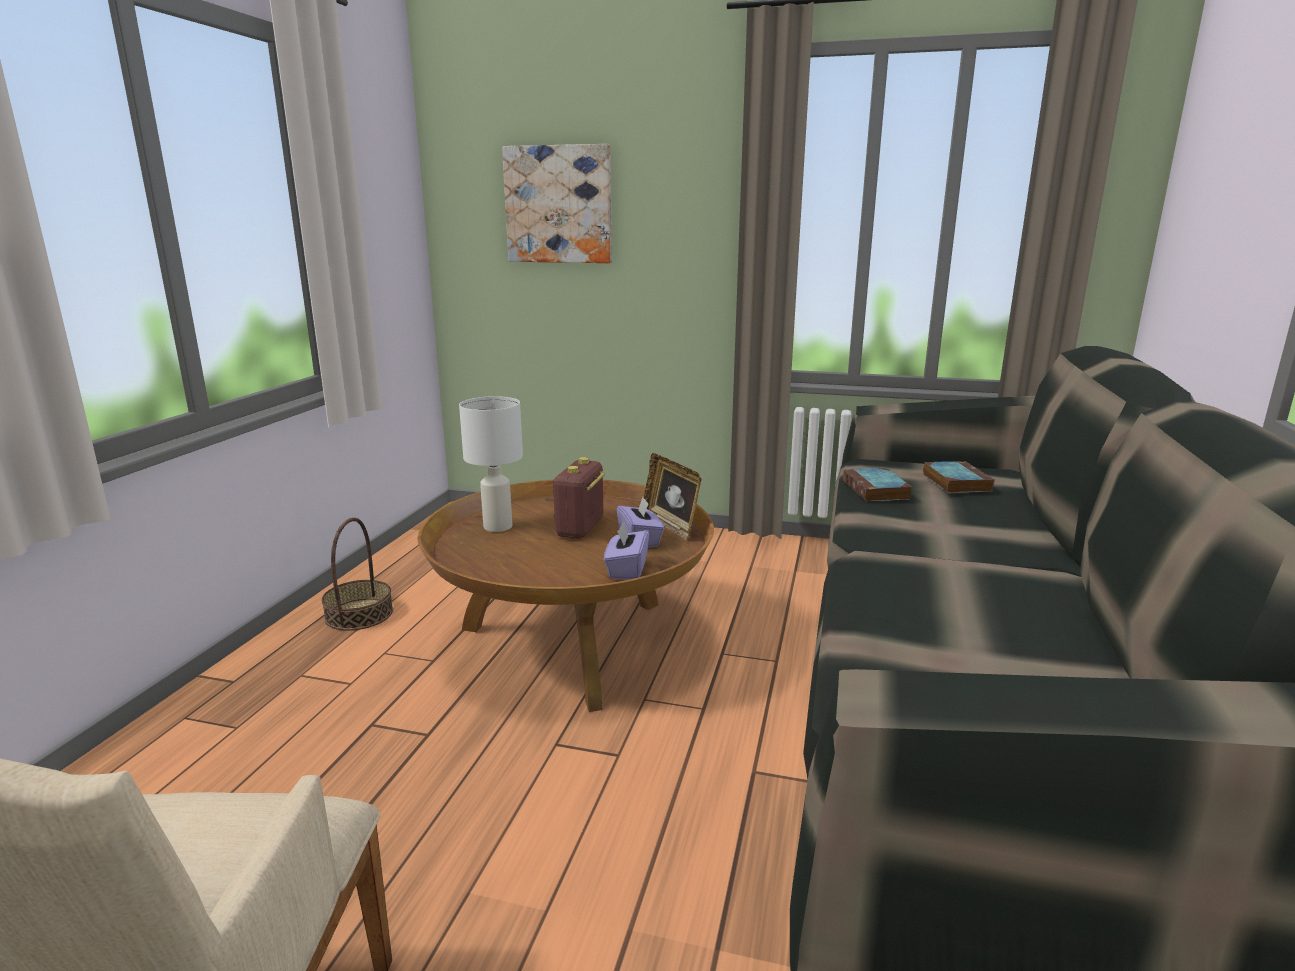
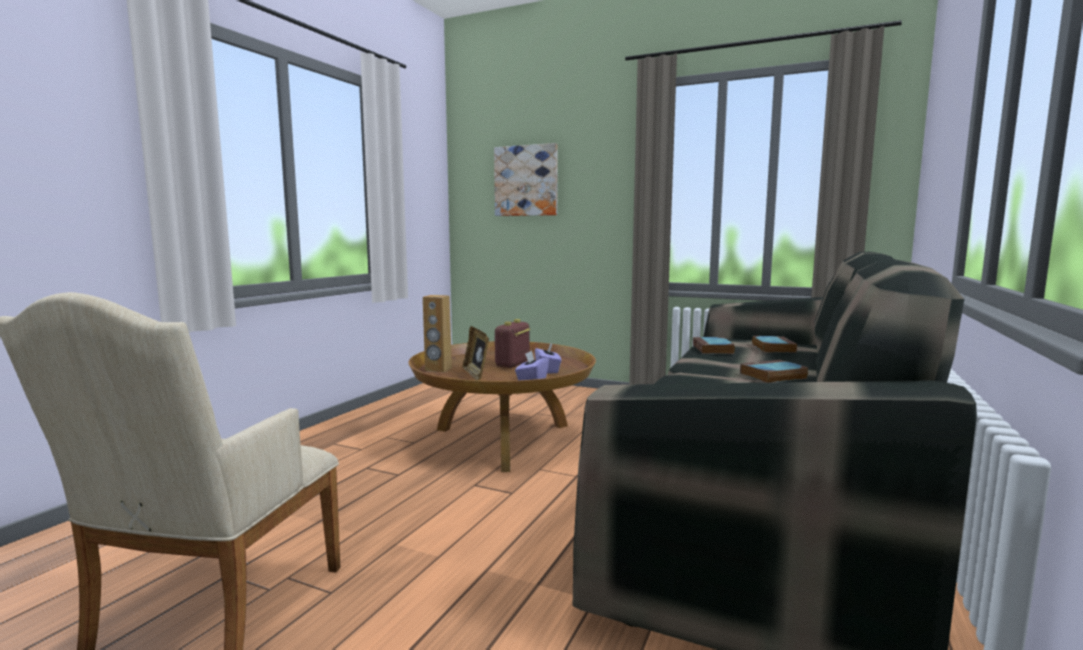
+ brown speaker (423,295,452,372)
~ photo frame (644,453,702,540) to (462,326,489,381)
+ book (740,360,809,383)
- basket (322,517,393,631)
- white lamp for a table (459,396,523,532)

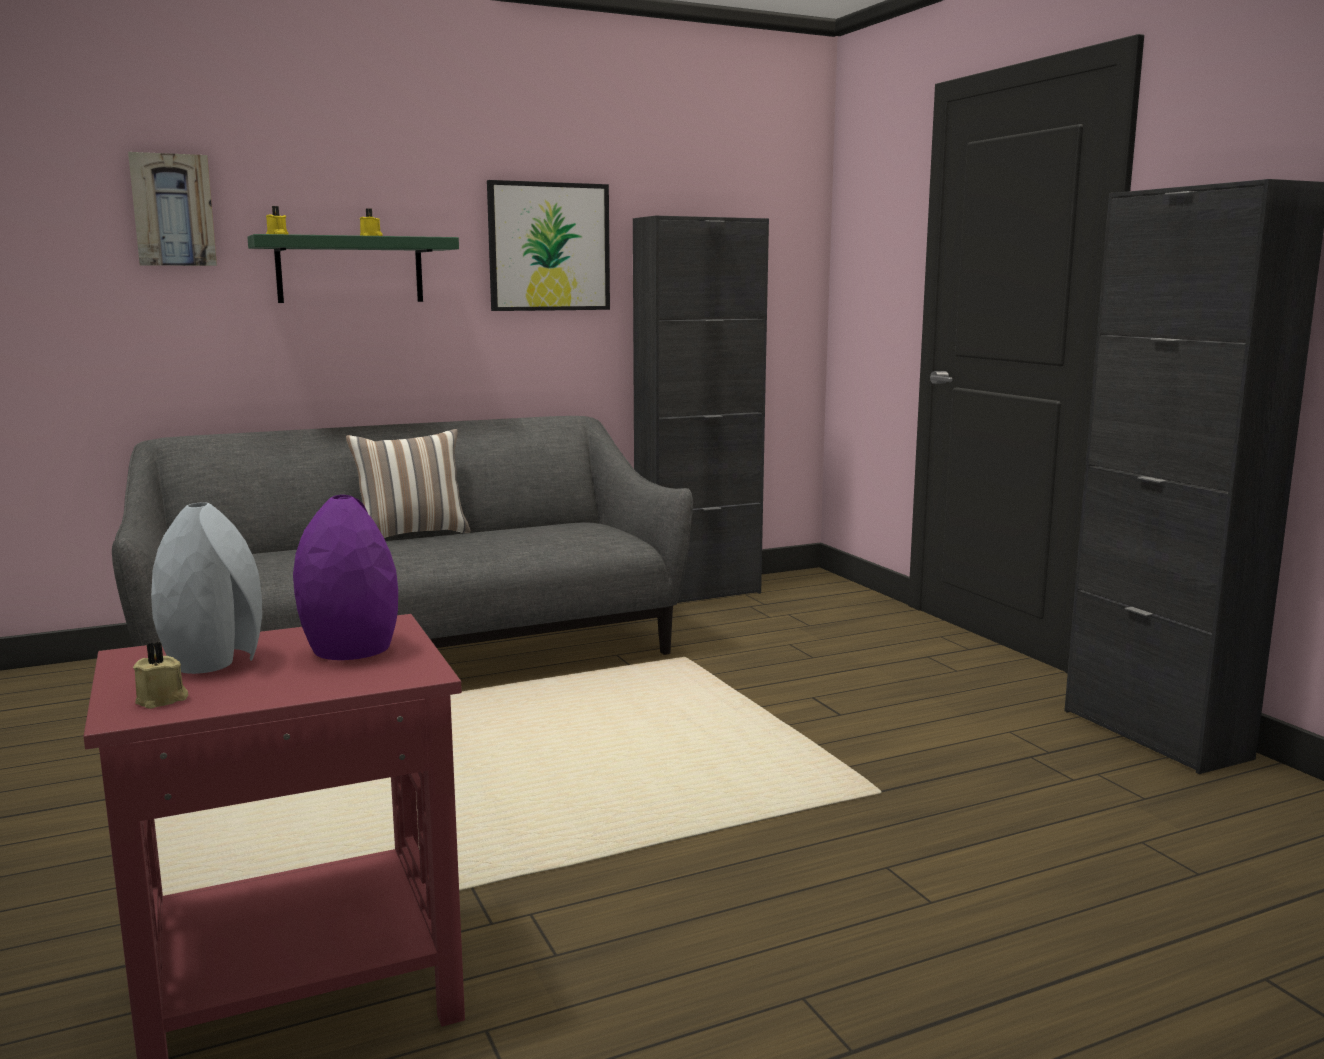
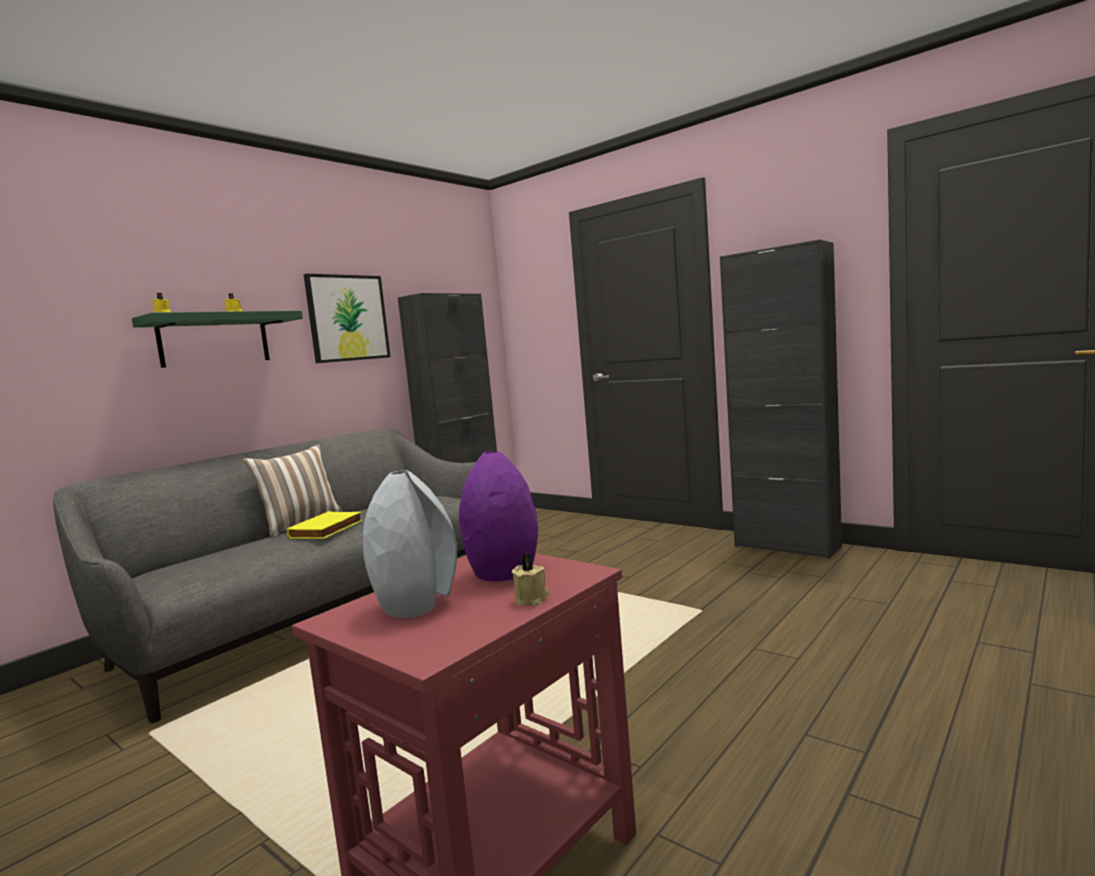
+ yellow book (287,511,363,539)
~ sand-coloured candle (133,642,188,709) to (512,553,550,605)
- picture (128,152,217,266)

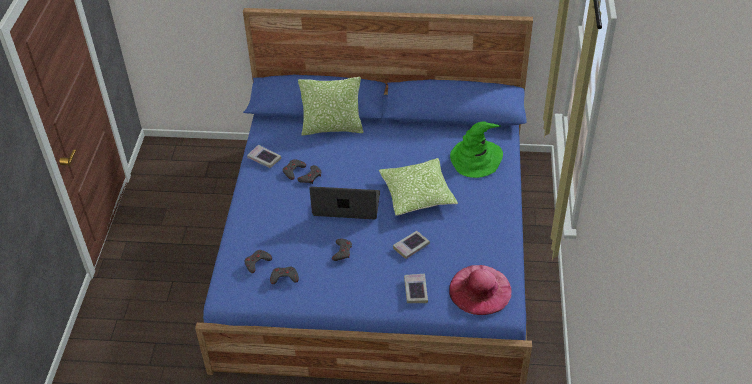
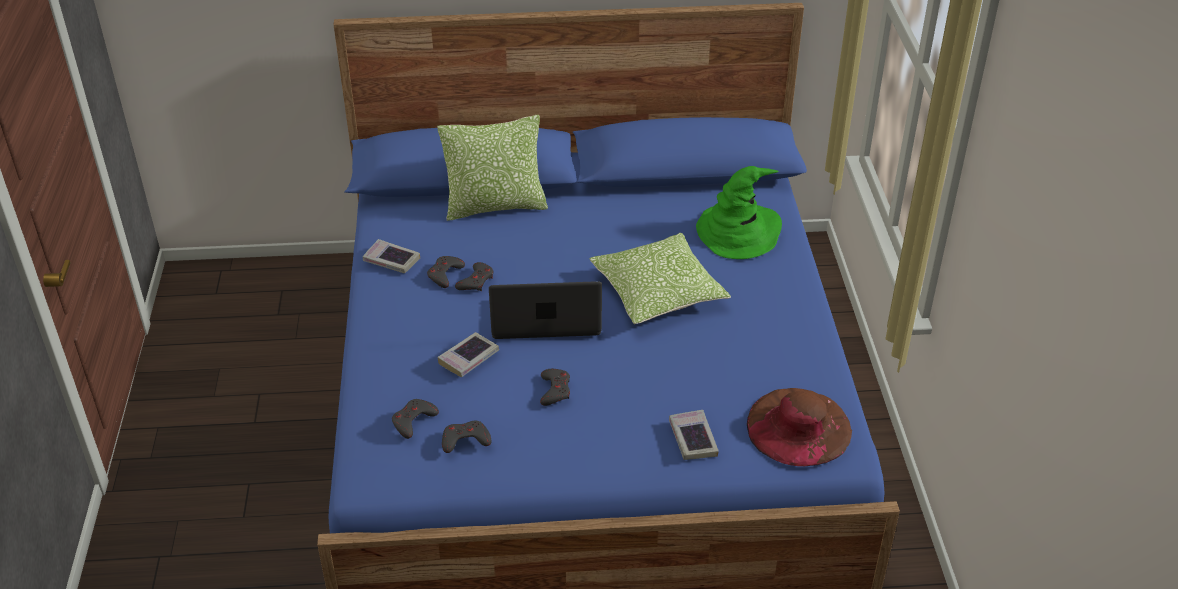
~ book (393,231,430,259) to (437,332,499,377)
~ pinkish clothing hat (449,265,512,315) to brown clothing hat (747,388,852,467)

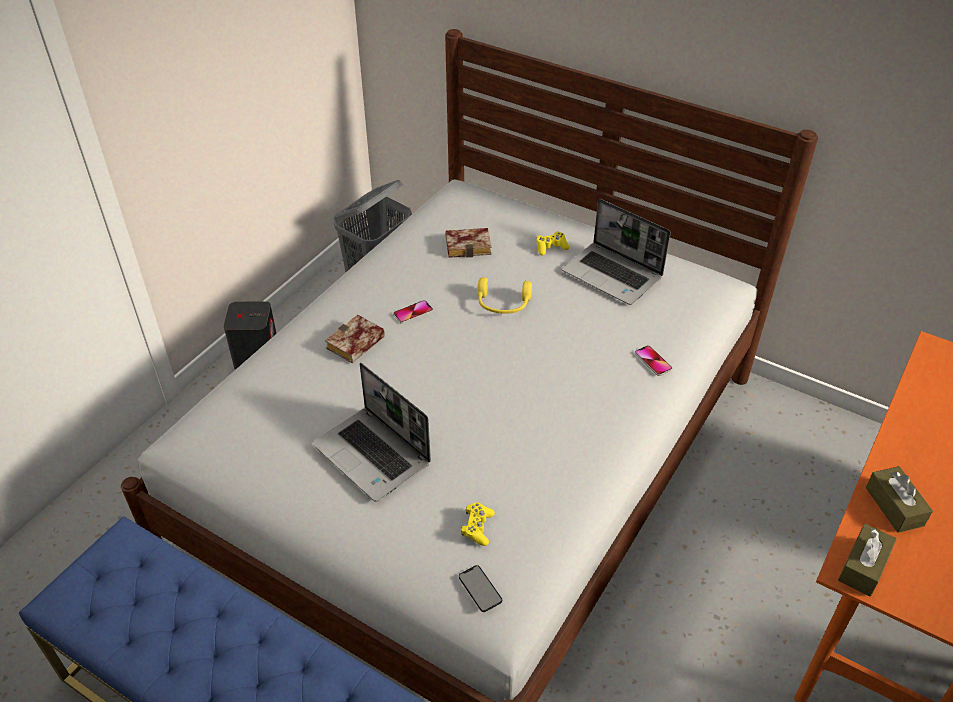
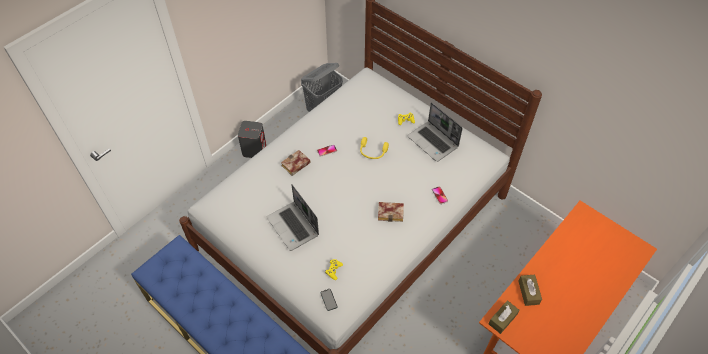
~ book (445,228,491,258) to (378,202,404,222)

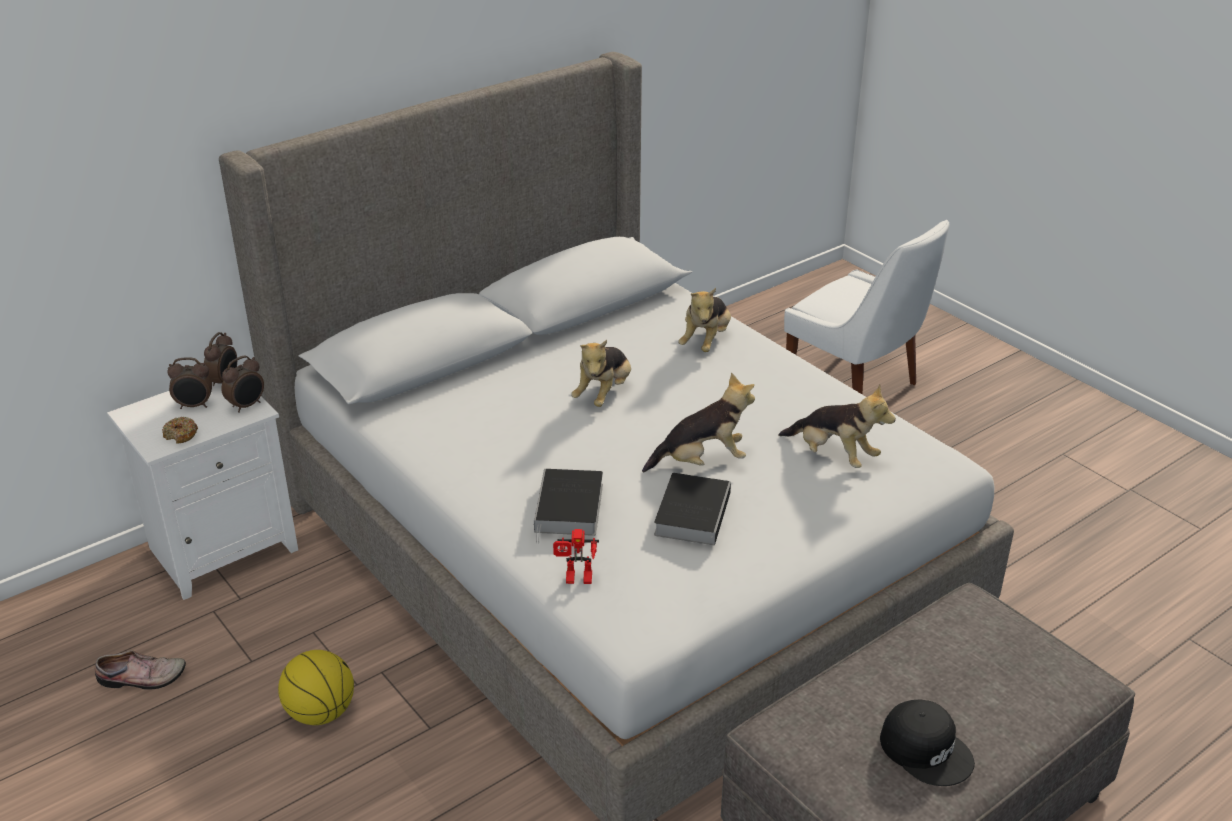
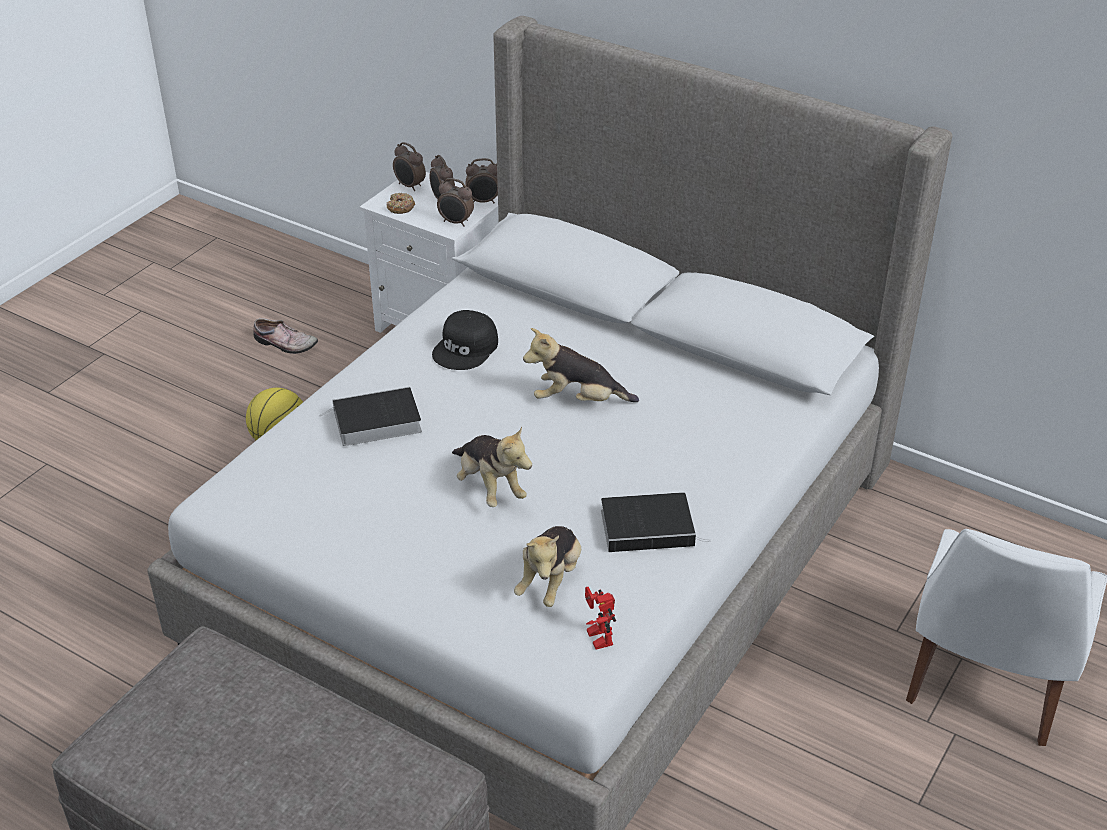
~ shoe (95,650,186,690) = (253,318,318,354) 45 degrees counterclockwise
+ table clock (393,142,426,191)
~ black-coloured cap (880,699,975,786) to (432,310,498,370)
~ model robot (553,529,599,584) to (585,587,616,650)
~ book (654,473,731,545) to (601,492,711,552)
- plush toy (678,288,731,352)

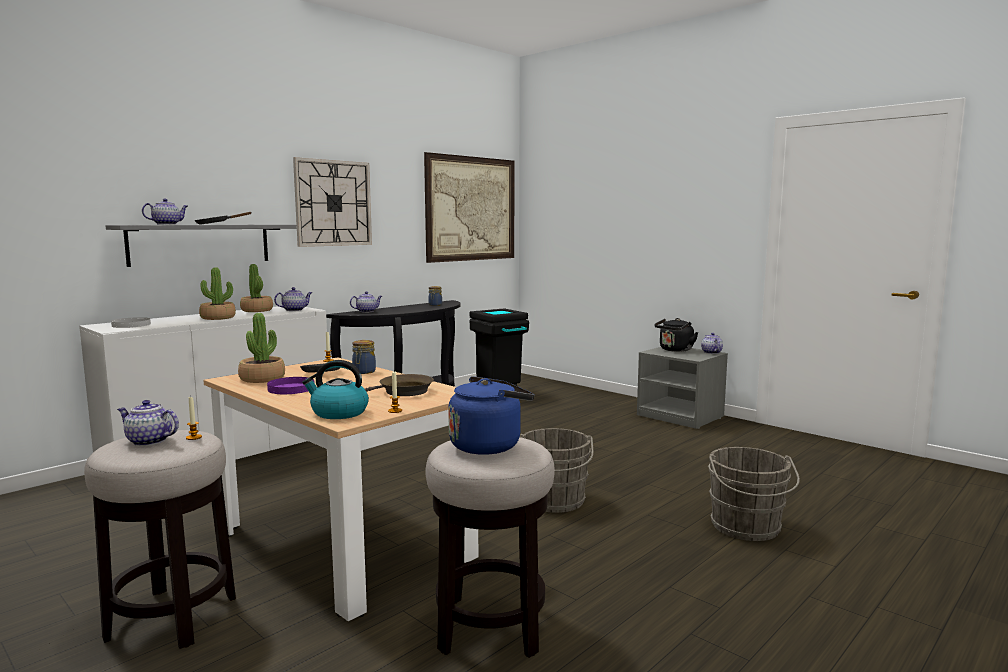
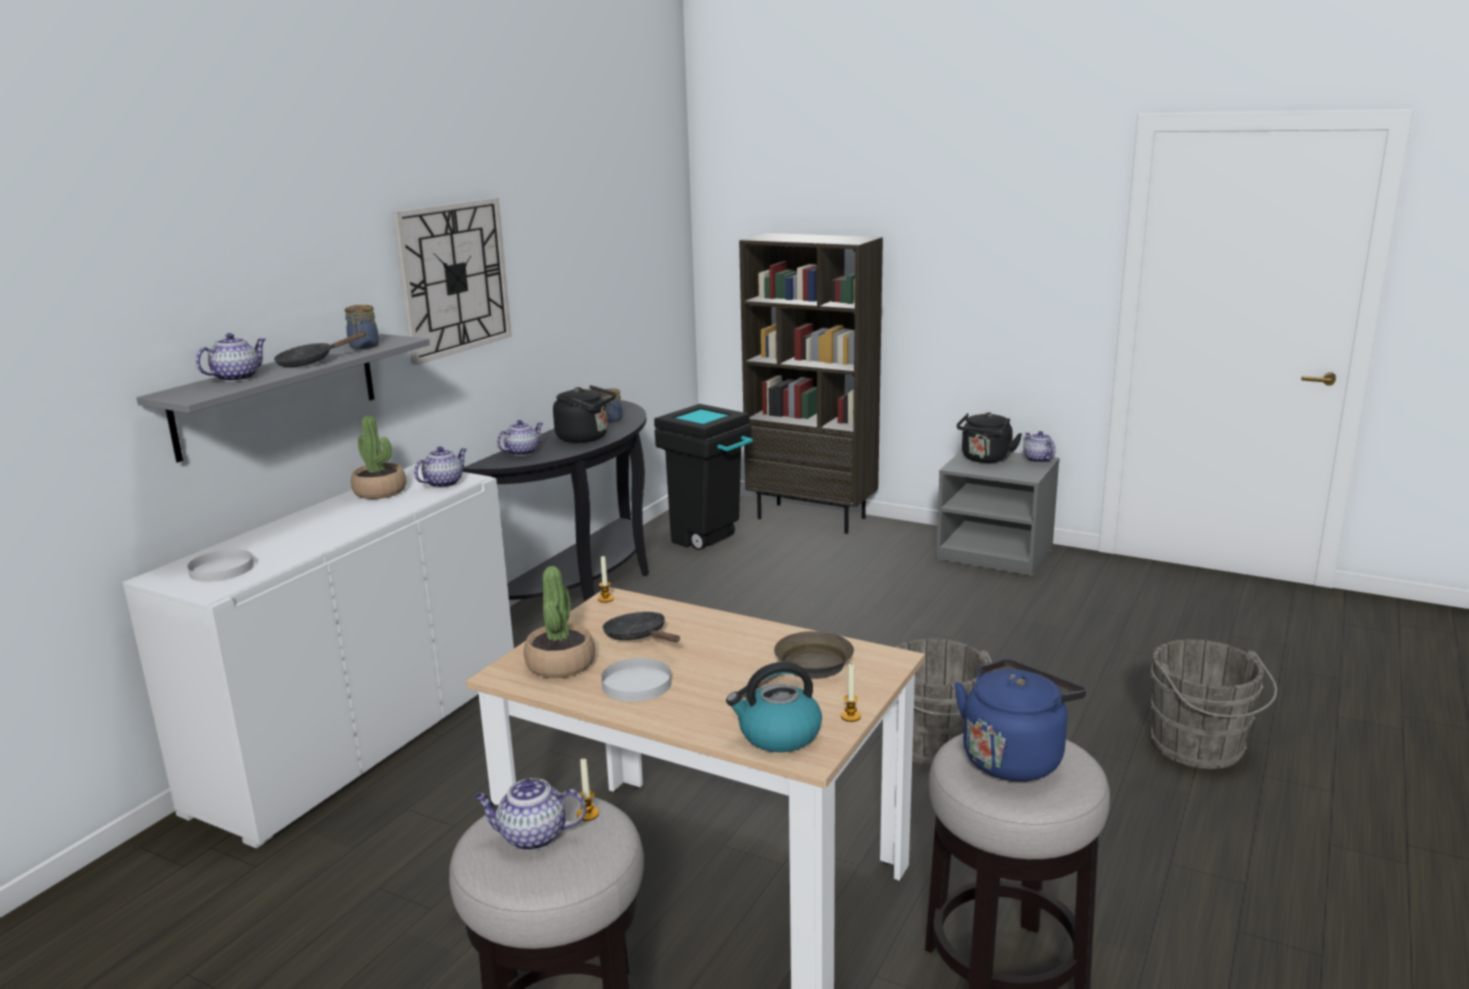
~ jar (352,340,376,374) to (345,305,379,349)
+ black-coloured kettle (553,385,616,443)
~ purple-coloured flat dish (267,377,314,394) to white flat dish (601,658,672,702)
+ brown bookshelf (739,233,883,534)
- potted plant (199,267,236,320)
- picture (424,152,515,263)

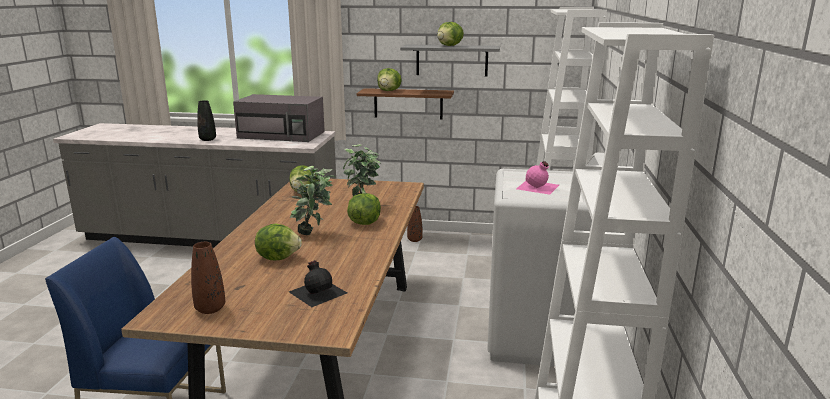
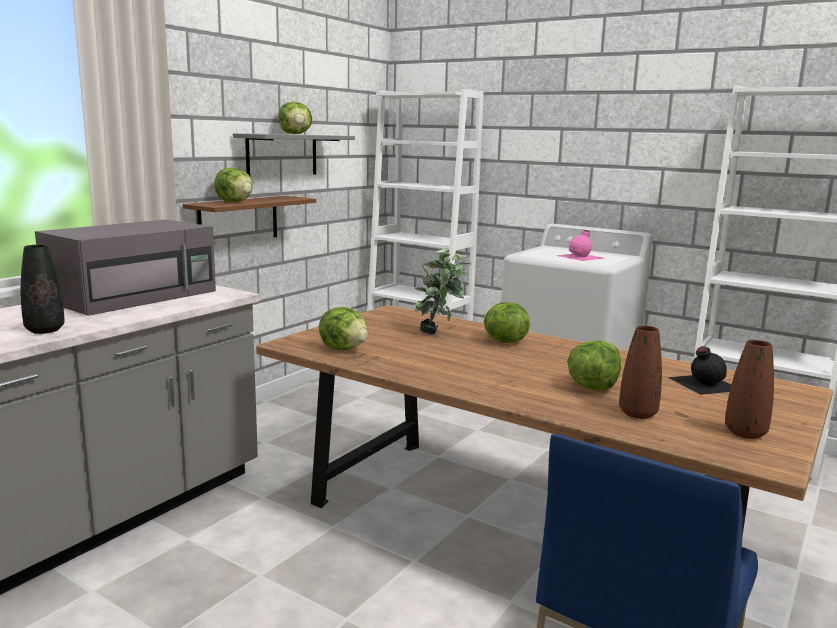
~ brown decorative vase (407,206,423,242) to (619,326,662,419)
- potted plant (290,166,335,235)

